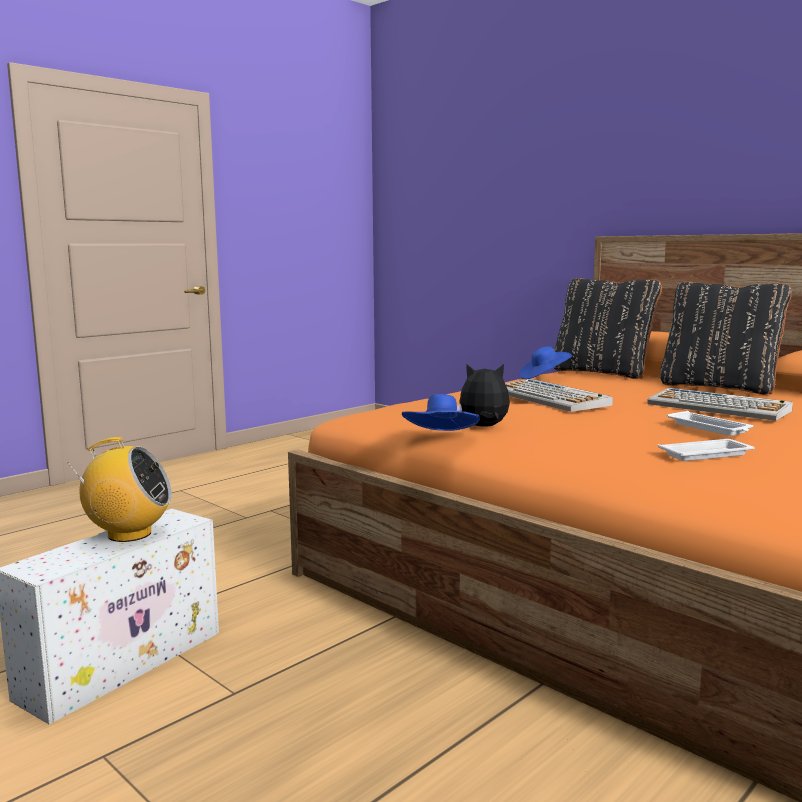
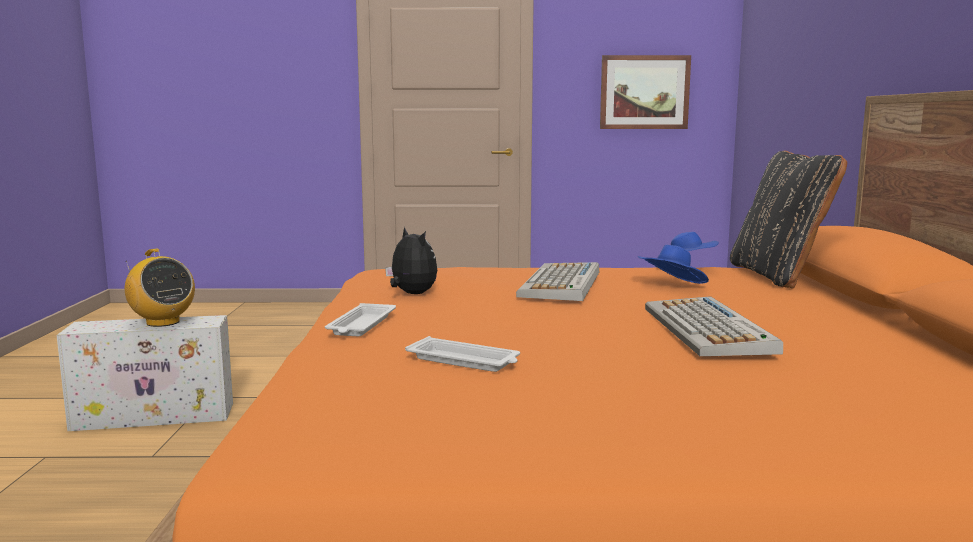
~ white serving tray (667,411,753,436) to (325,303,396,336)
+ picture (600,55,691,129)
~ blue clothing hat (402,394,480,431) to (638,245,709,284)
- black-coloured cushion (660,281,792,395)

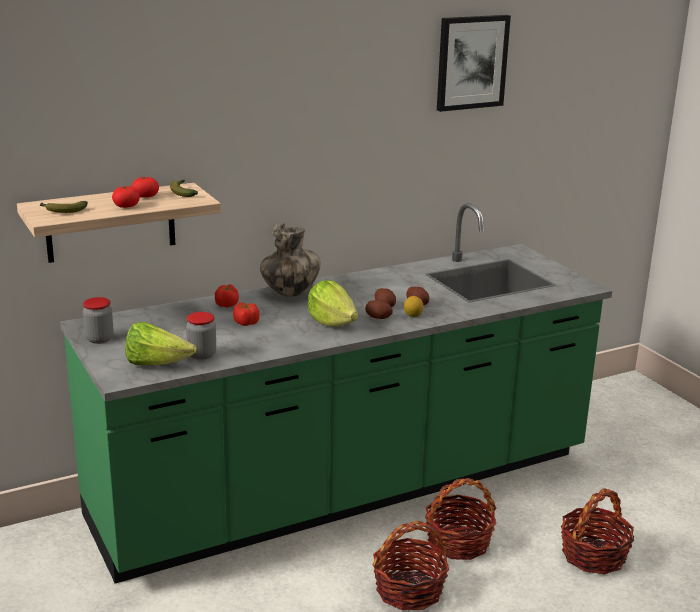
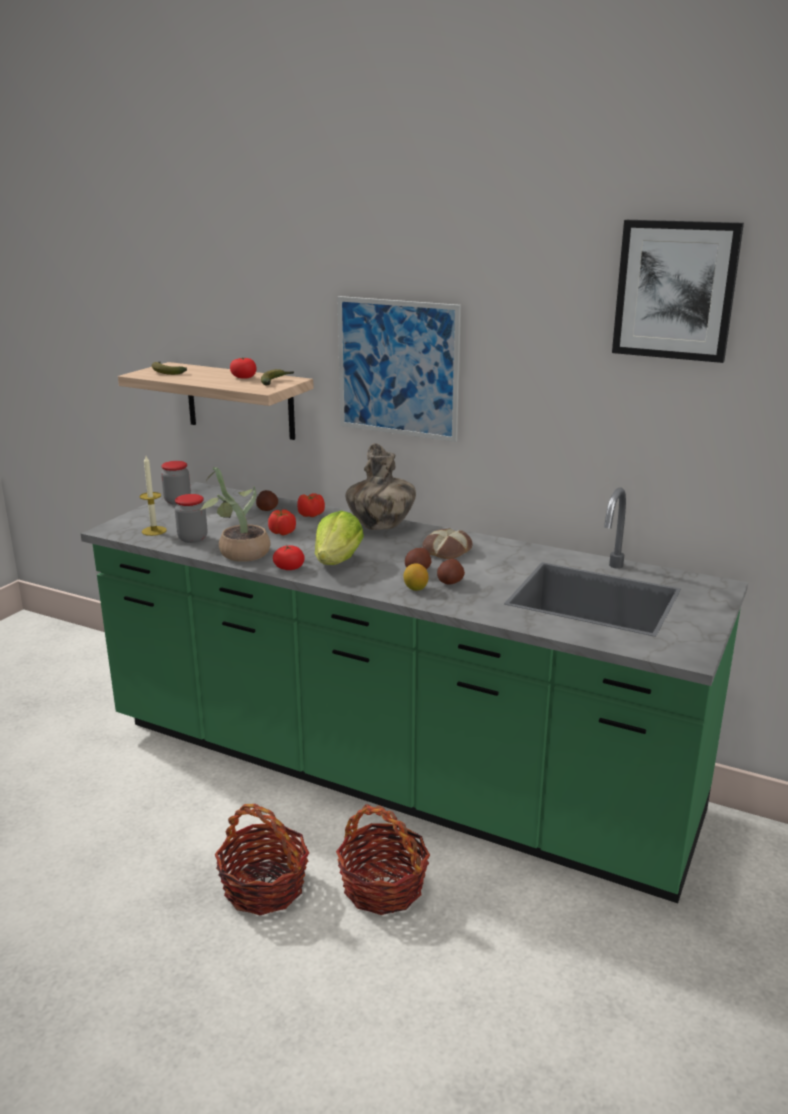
~ lettuce head (125,322,197,365) to candle (140,456,167,536)
+ potted plant (198,467,271,562)
~ whole potato (365,300,393,319) to (256,490,278,511)
~ tomato (112,186,140,208) to (273,545,305,570)
+ picture (337,296,461,442)
+ baked bread (422,528,472,559)
- basket (561,489,634,575)

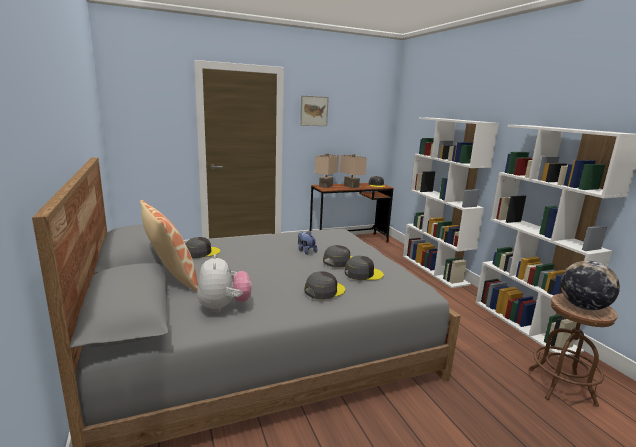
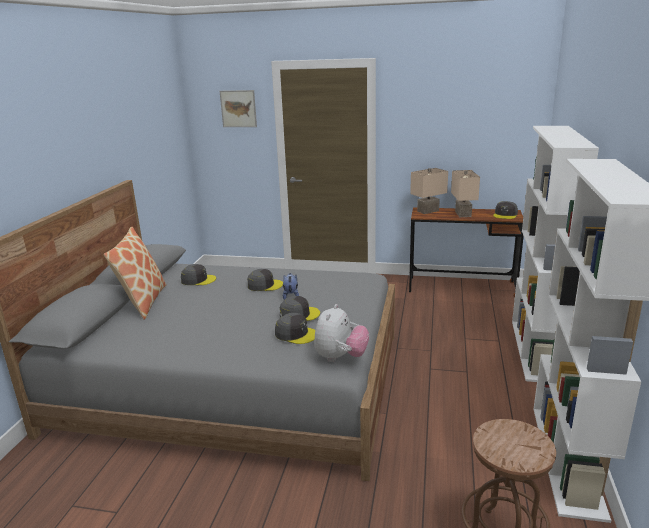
~ picture (300,95,329,126) to (220,90,257,127)
~ greyish cap (304,271,345,300) to (247,269,283,291)
~ plush toy (197,254,251,313) to (314,304,369,362)
- globe (560,261,620,310)

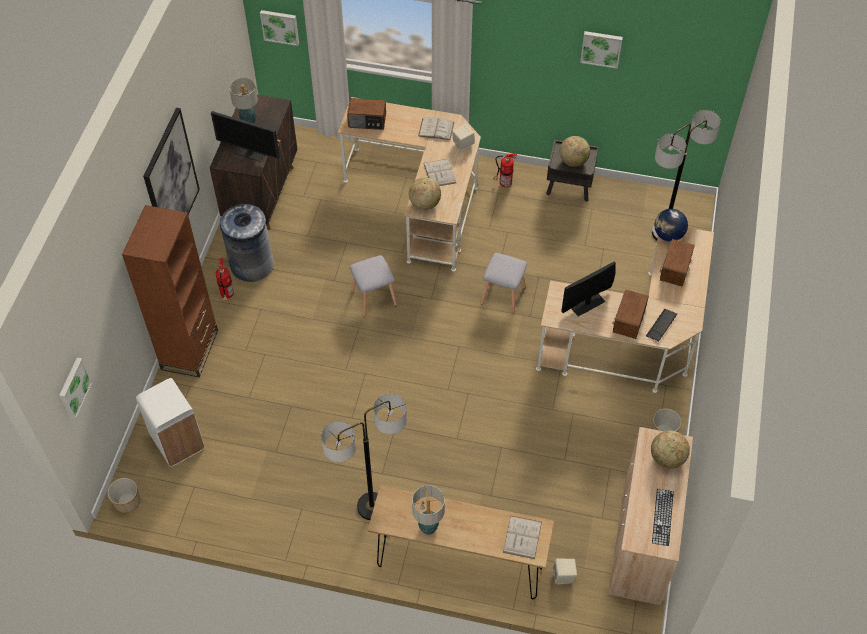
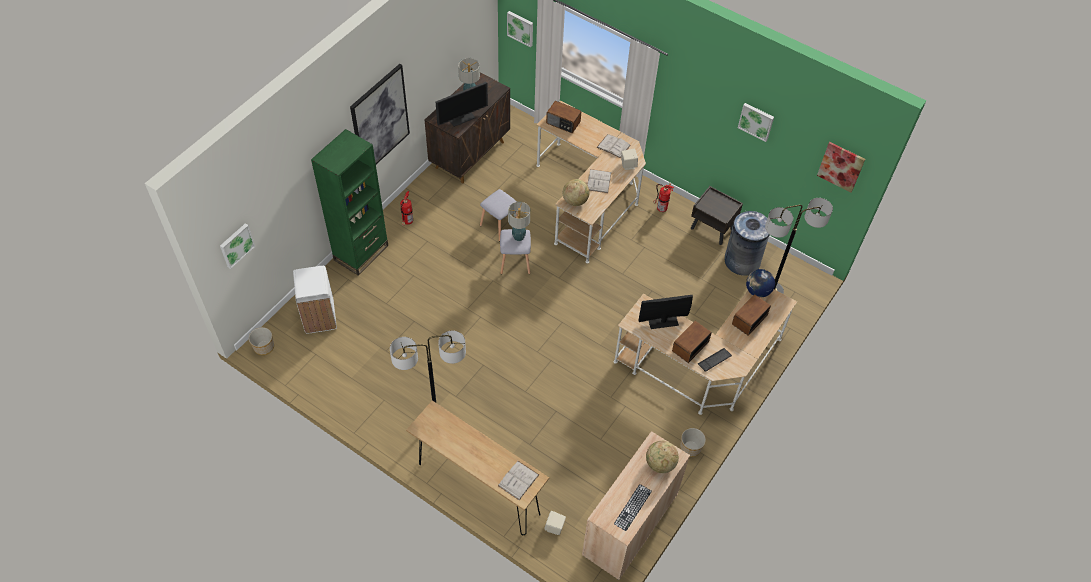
~ brown bookshelf (122,205,218,377) to greenish bookshelf (311,129,388,275)
~ computer display (211,111,280,162) = (436,82,488,127) 75 degrees counterclockwise
~ greyish stool seat (481,253,527,314) to (480,189,518,241)
~ lamp for a table (412,485,445,535) to (508,202,530,241)
~ greyish rubbish bin (220,204,274,282) to (725,210,770,276)
+ picture (817,142,865,193)
- globe (560,136,590,167)

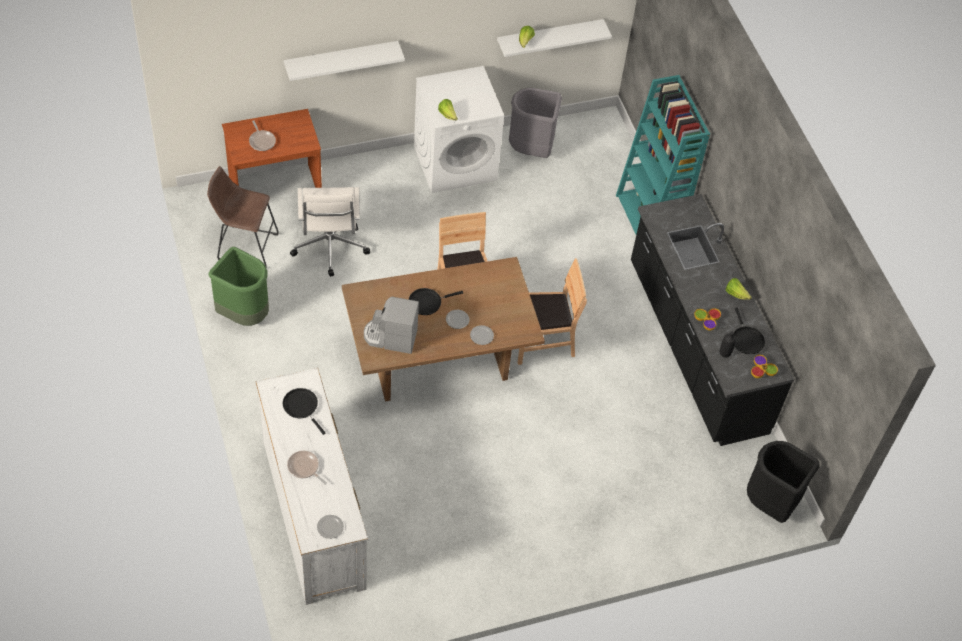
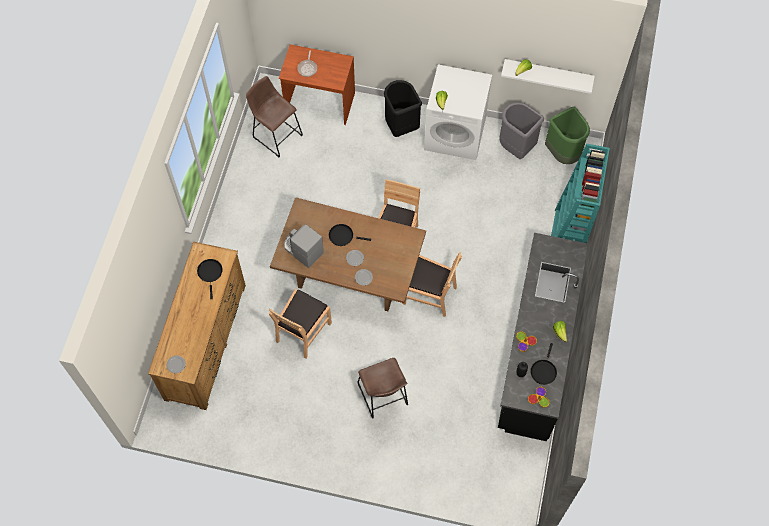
~ white drawer chest (255,368,368,605) to brown drawer chest (148,241,246,410)
+ brown upright chair (269,289,332,358)
+ brown stool seat (358,358,408,419)
~ black-coloured rubbish bin (747,441,820,523) to (384,80,422,137)
~ greenish rubbish bin (209,247,269,326) to (545,107,590,164)
- white wall shelf (284,41,405,81)
- skillet (287,451,327,484)
- white desk chair (290,187,370,277)

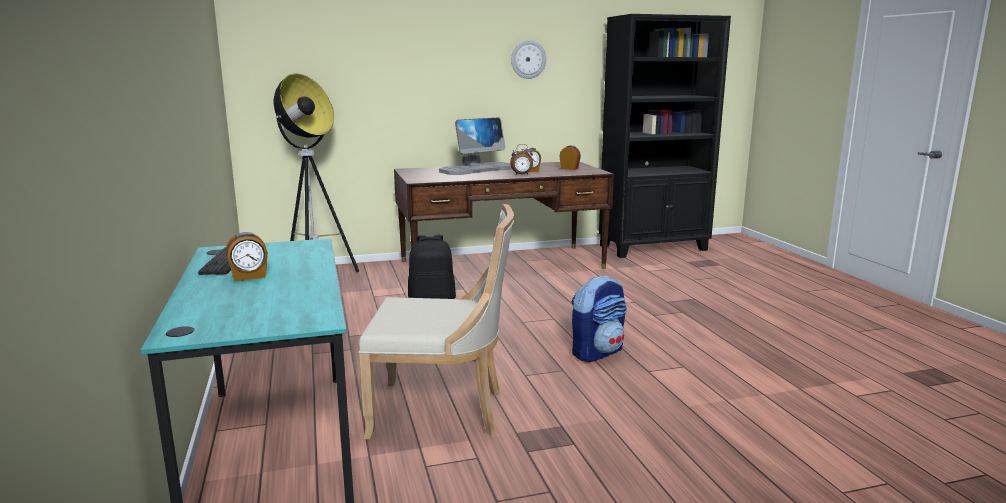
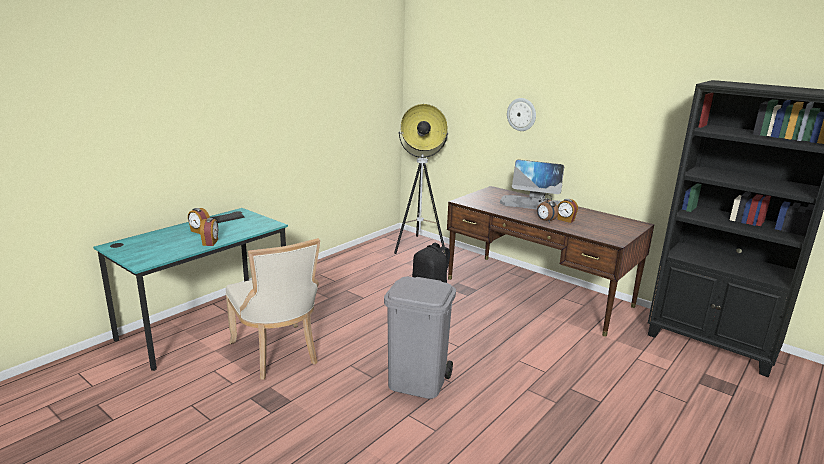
~ table clock (559,145,581,170) to (200,218,218,246)
~ rucksack (572,276,627,362) to greyish rubbish bin (384,277,456,399)
~ wall clock (511,40,546,79) to (507,98,536,131)

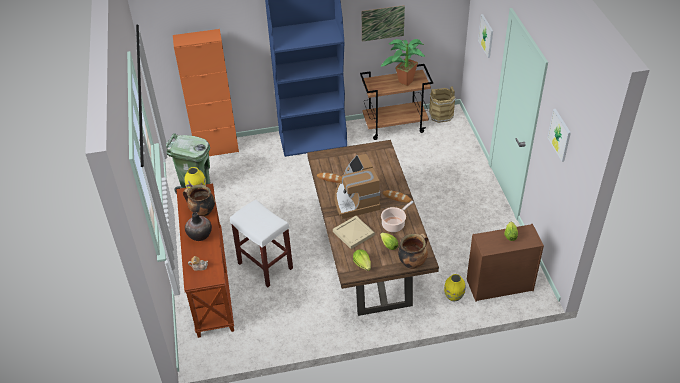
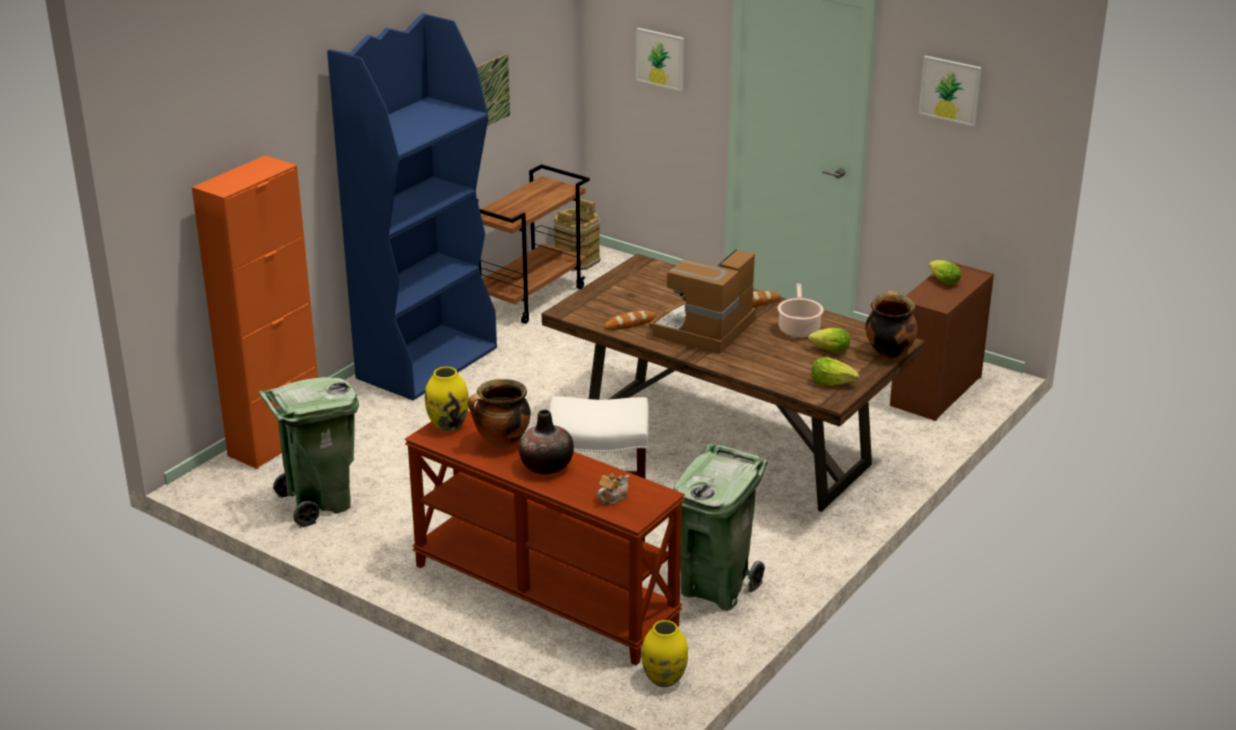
~ yellow decorative vase (444,274,466,301) to (642,620,688,687)
~ coffee machine (335,154,381,219) = (649,248,756,354) 90 degrees clockwise
+ greenish rubbish bin (673,444,767,611)
- sand-coloured serving tray (333,216,375,249)
- potted plant (381,39,425,86)

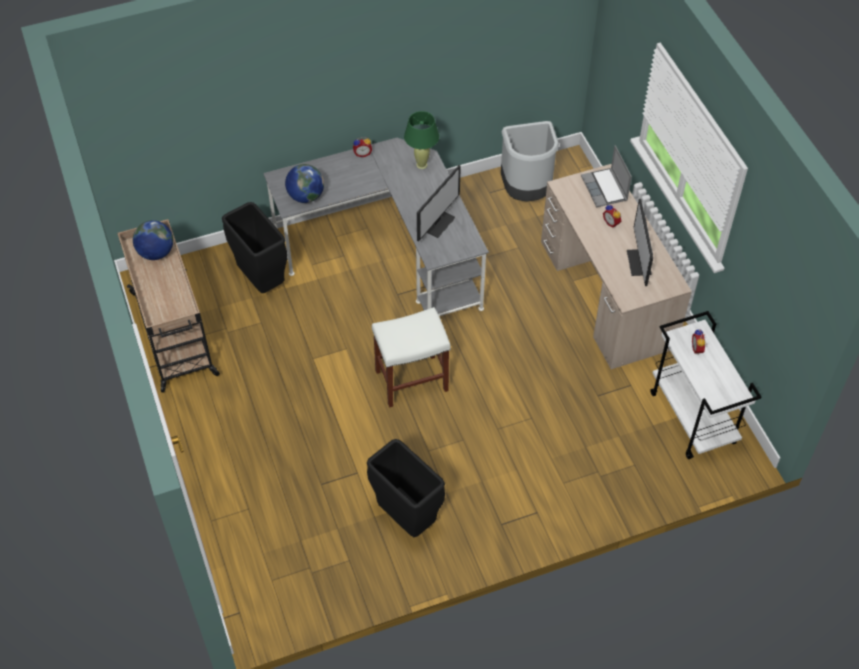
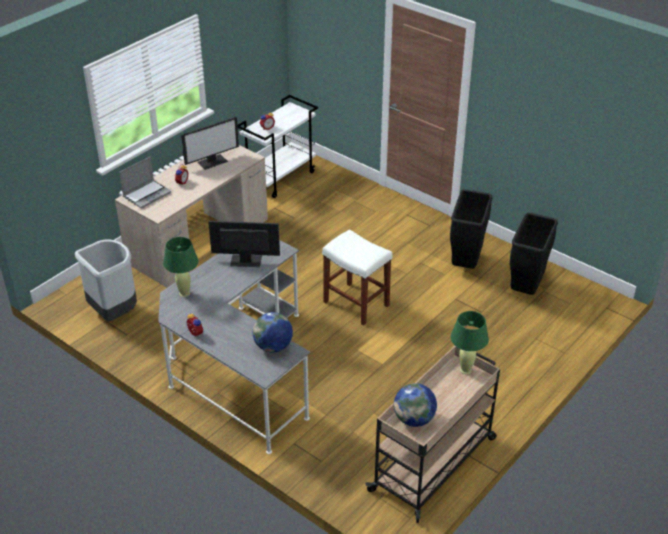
+ greenish lamp for a table (451,311,489,374)
~ black-coloured rubbish bin (222,202,287,293) to (510,213,558,295)

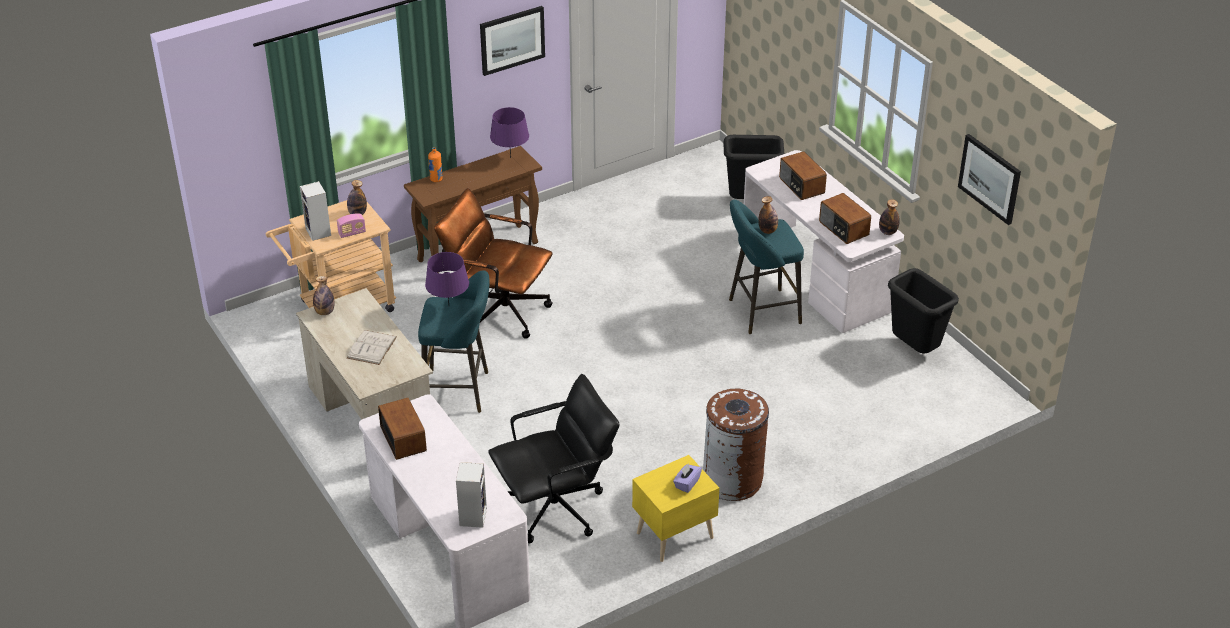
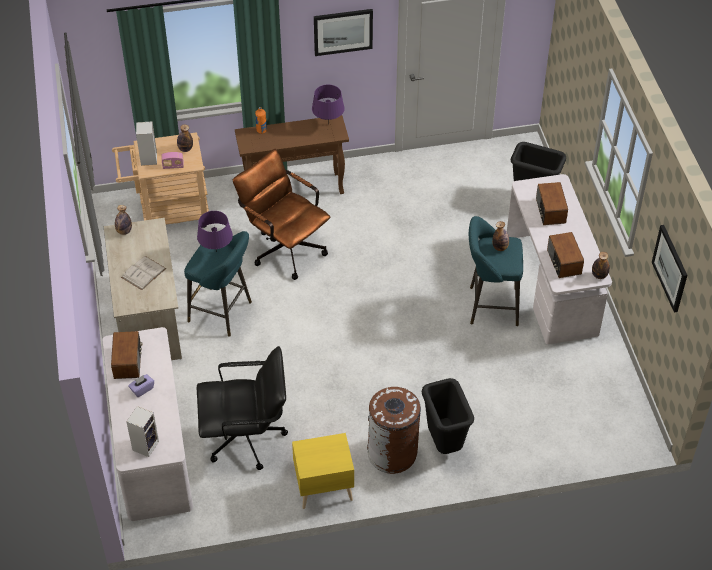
~ purple-coloured box of tissues (673,463,702,493) to (128,374,154,397)
~ black-coloured rubbish bin (888,268,959,353) to (422,378,474,454)

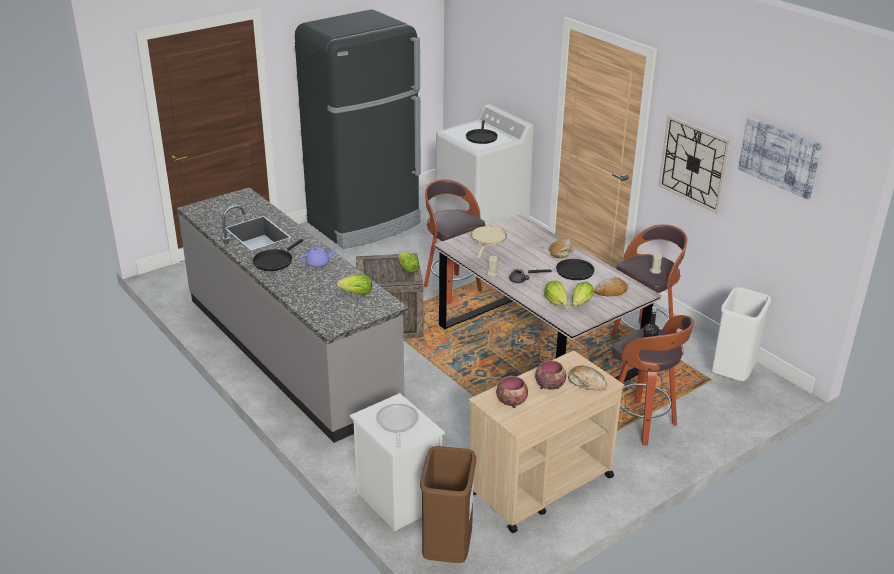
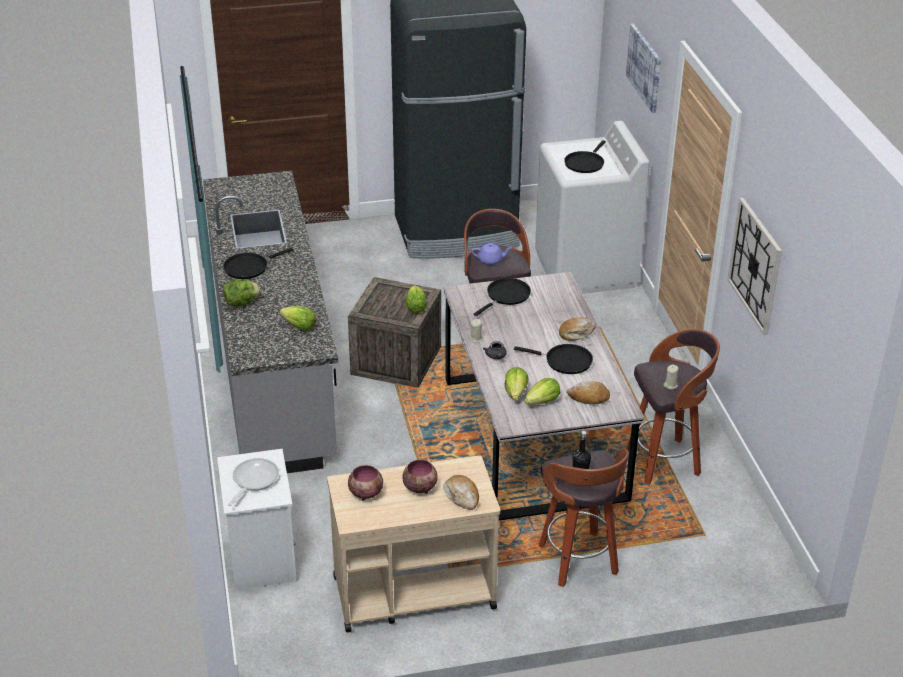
+ lettuce head (223,279,260,307)
~ purple-coloured tea pot (300,247,337,268) to (471,242,512,265)
~ sand-coloured skillet (471,226,507,258) to black-coloured skillet (474,278,531,316)
~ picture (738,117,822,199) to (626,24,661,113)
- brown rubbish bin (420,446,476,563)
- white rubbish bin (712,287,771,381)

